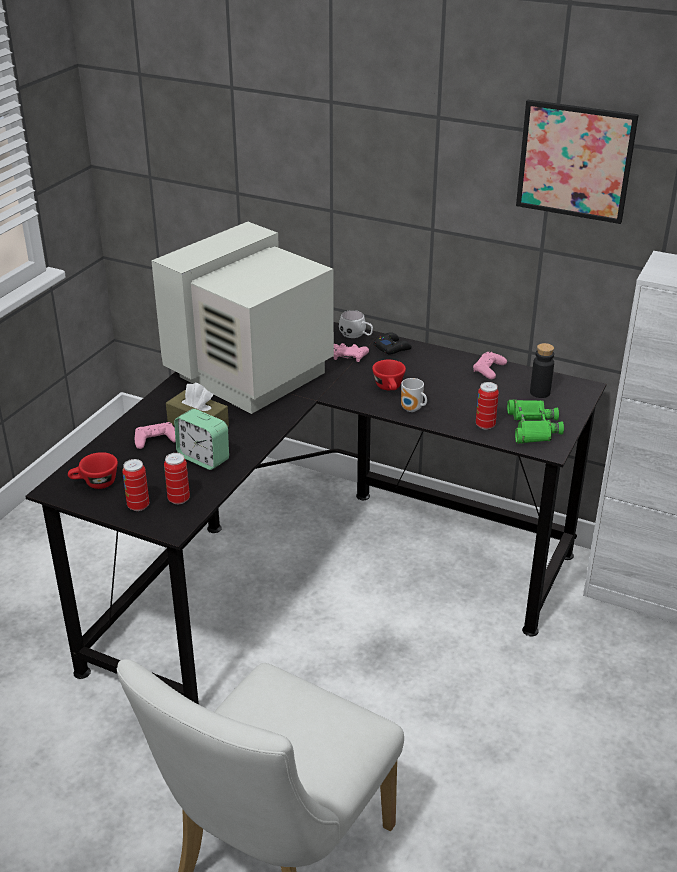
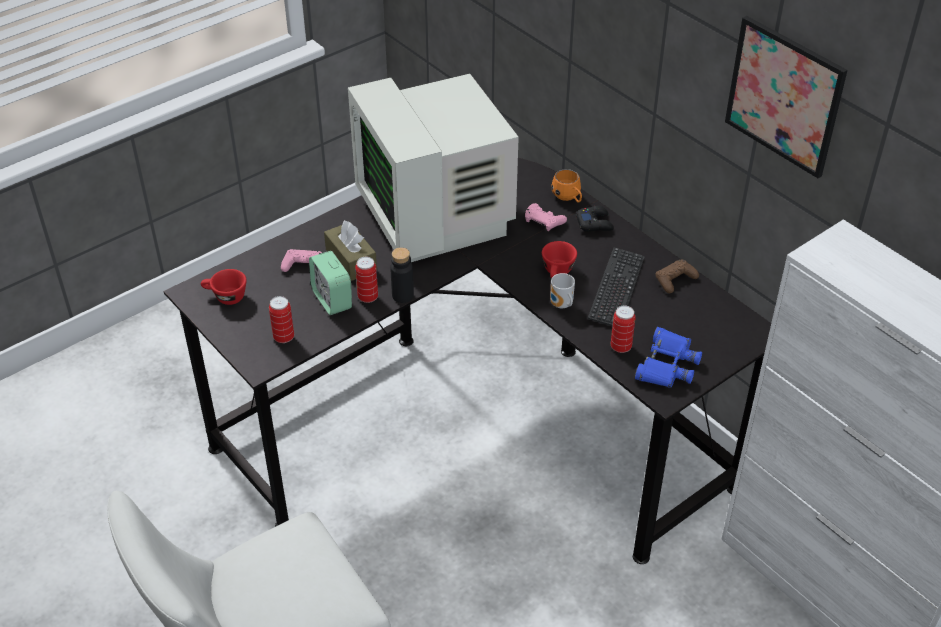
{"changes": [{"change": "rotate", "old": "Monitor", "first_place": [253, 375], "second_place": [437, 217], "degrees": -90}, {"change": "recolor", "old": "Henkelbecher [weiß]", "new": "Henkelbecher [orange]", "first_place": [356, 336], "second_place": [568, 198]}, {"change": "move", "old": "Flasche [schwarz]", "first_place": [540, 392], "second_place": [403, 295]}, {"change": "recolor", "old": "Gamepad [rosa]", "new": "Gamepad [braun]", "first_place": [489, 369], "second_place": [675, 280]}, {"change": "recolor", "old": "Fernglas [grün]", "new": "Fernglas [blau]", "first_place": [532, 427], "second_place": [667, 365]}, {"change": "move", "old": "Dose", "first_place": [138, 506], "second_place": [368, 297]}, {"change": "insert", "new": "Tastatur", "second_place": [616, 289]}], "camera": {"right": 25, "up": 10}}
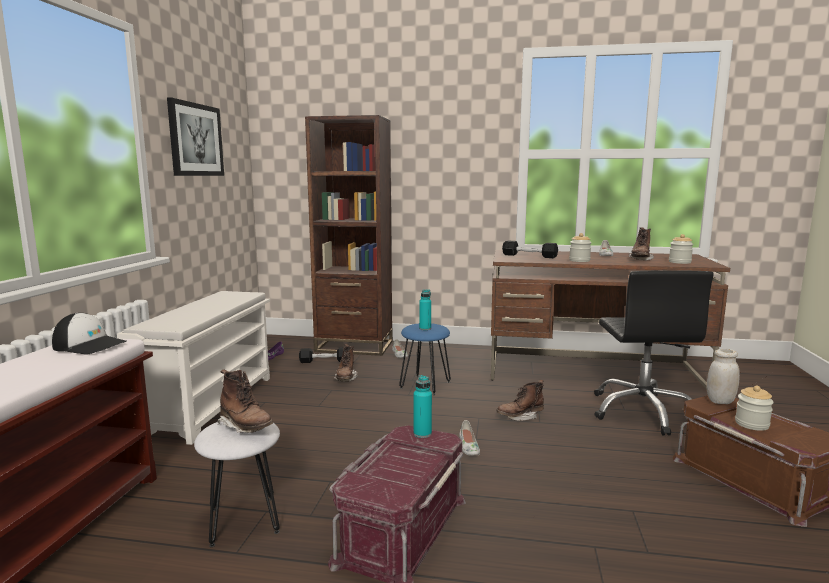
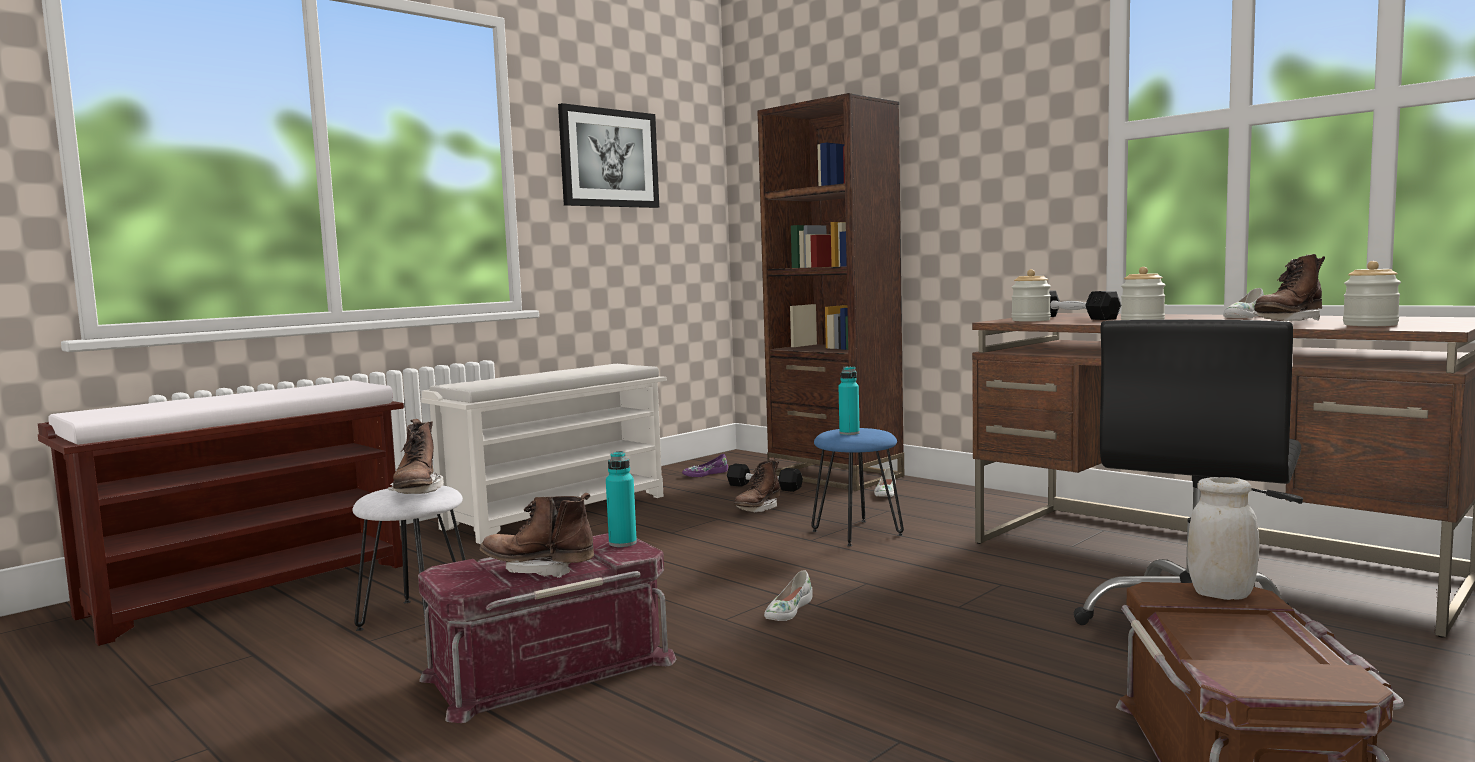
{"changes": [{"change": "delete", "old": "Kappe", "first_place": [90, 345]}, {"change": "move", "old": "Stiefel [braun]", "first_place": [520, 417], "second_place": [539, 570]}, {"change": "move", "old": "Vorratsglas", "first_place": [751, 424], "second_place": [1031, 320]}], "camera": {"right": 35, "up": -5}}
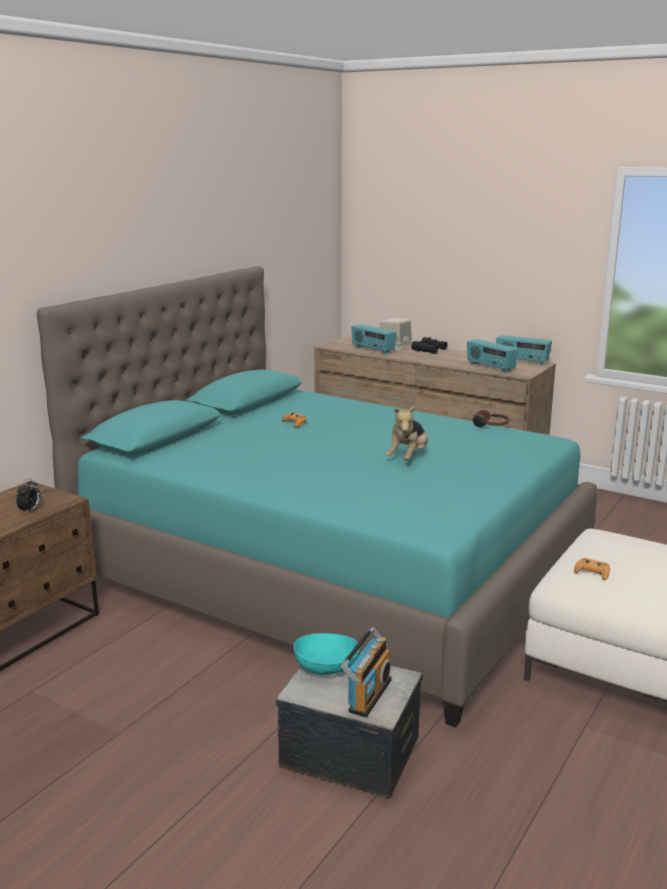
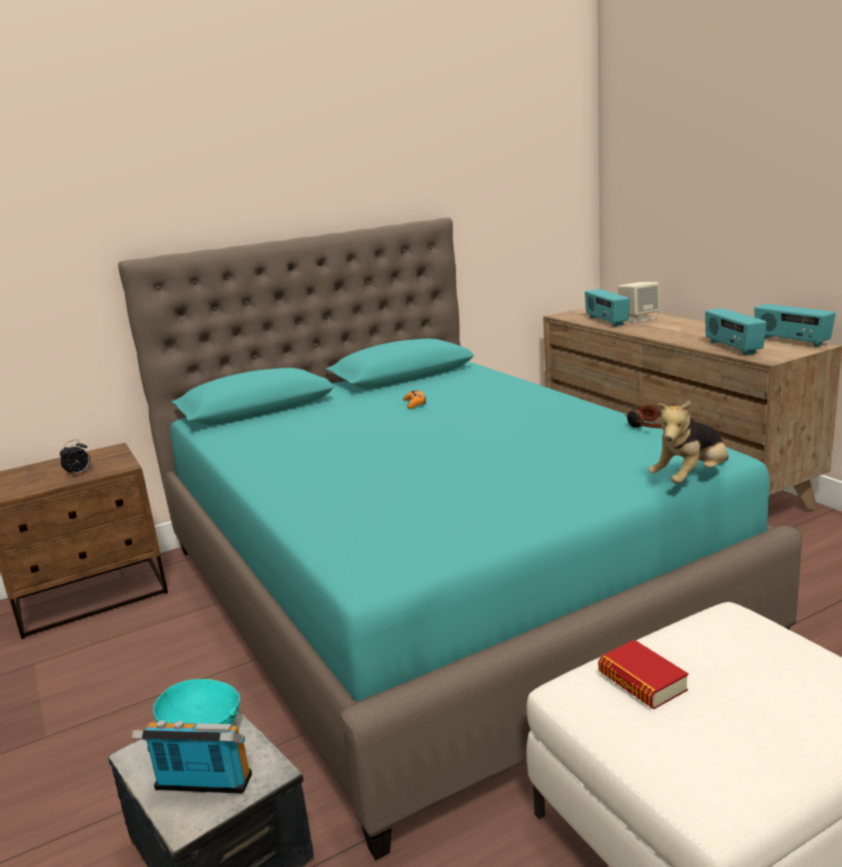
{"changes": [{"change": "delete", "old": "Fernglas [schwarz]", "first_place": [429, 350]}, {"change": "move", "old": "Plüschtier", "first_place": [408, 458], "second_place": [691, 478]}, {"change": "replace", "old": "Gamepad [orange]", "new": "Buch", "first_place": [592, 573], "second_place": [642, 681]}, {"change": "rotate", "old": "Radio", "first_place": [367, 695], "second_place": [201, 786], "degrees": -135}], "camera": {"right": 30, "up": 0}}
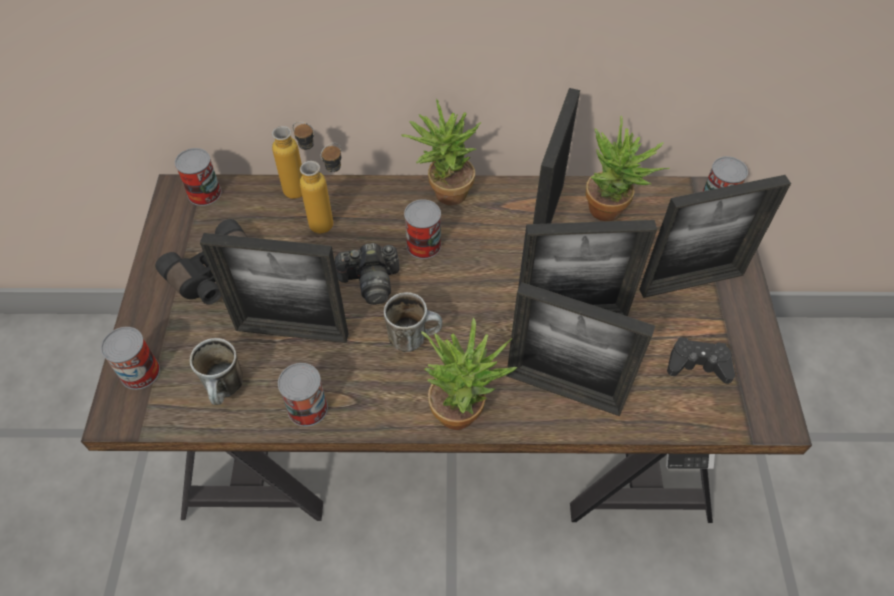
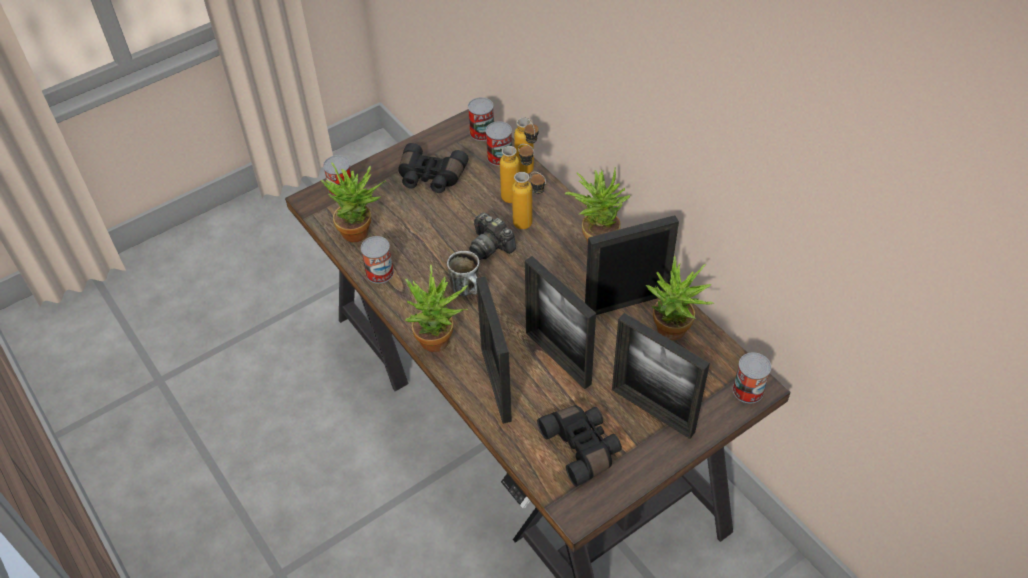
{"changes": [{"change": "move", "old": "Dose", "first_place": [423, 245], "second_place": [499, 157]}, {"change": "delete", "old": "Bilderrahmen", "first_place": [292, 332]}, {"change": "replace", "old": "Gamepad [schwarz]", "new": "Fernglas [schwarz]", "first_place": [698, 364], "second_place": [582, 447]}, {"change": "replace", "old": "Henkelbecher", "new": "Topfpflanze", "first_place": [227, 390], "second_place": [361, 232]}, {"change": "insert", "new": "Flasche", "second_place": [529, 226]}], "camera": {"right": 55, "up": -5}}
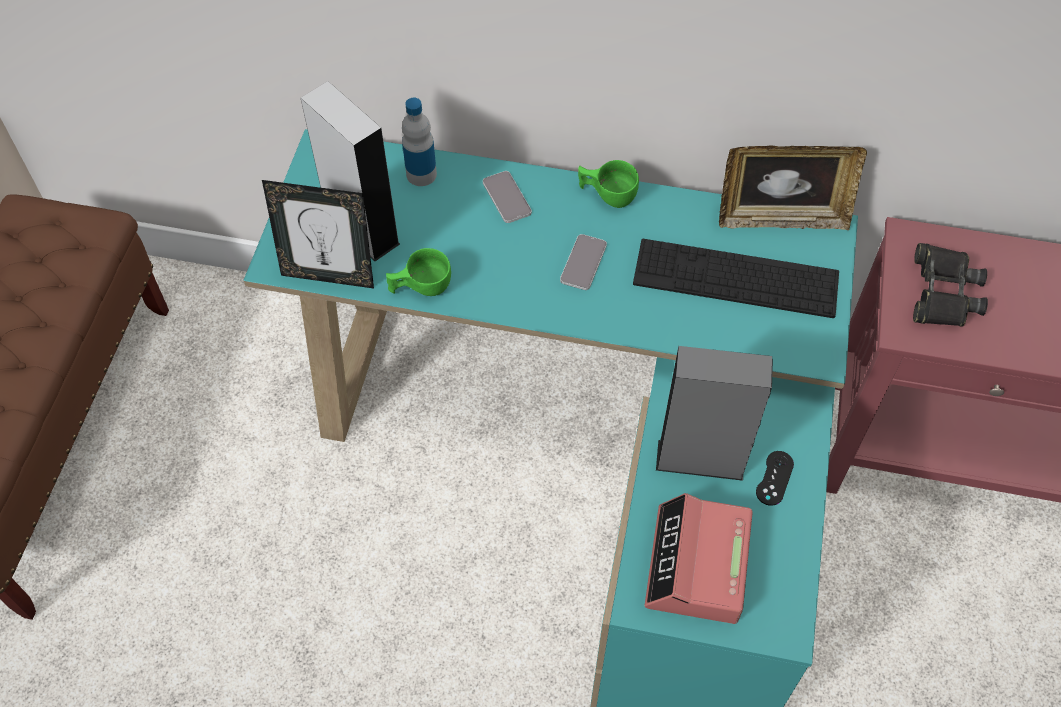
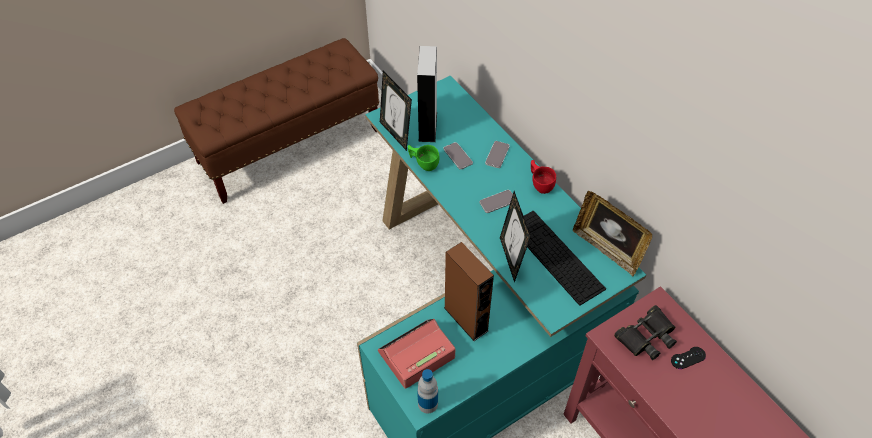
{"changes": [{"change": "move", "old": "Flasche", "first_place": [421, 174], "second_place": [428, 403]}, {"change": "recolor", "old": "Tasse [grün]", "new": "Tasse [rot]", "first_place": [607, 195], "second_place": [540, 183]}, {"change": "recolor", "old": "Lautsprecher [grau]", "new": "Lautsprecher [braun]", "first_place": [700, 460], "second_place": [466, 319]}, {"change": "move", "old": "Gamepad [schwarz]", "first_place": [774, 478], "second_place": [688, 358]}, {"change": "insert", "new": "Handy", "second_place": [458, 156]}, {"change": "insert", "new": "Bilderrahmen", "second_place": [511, 258]}], "camera": {"right": 45, "up": -5}}
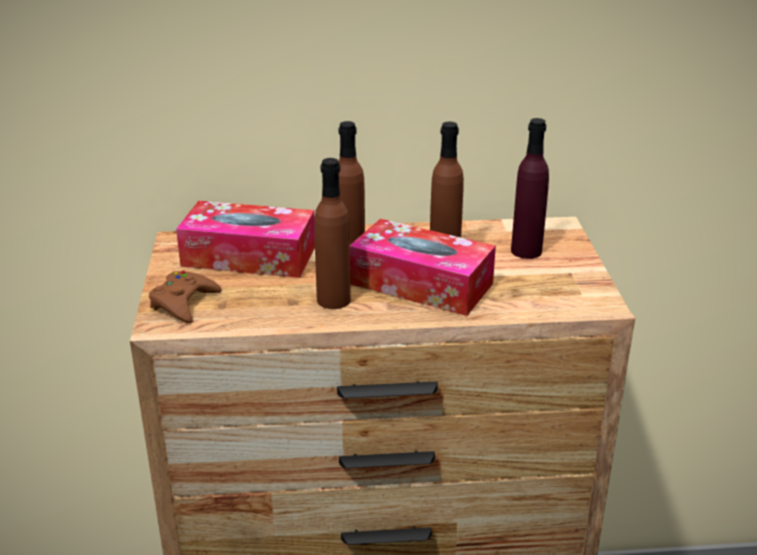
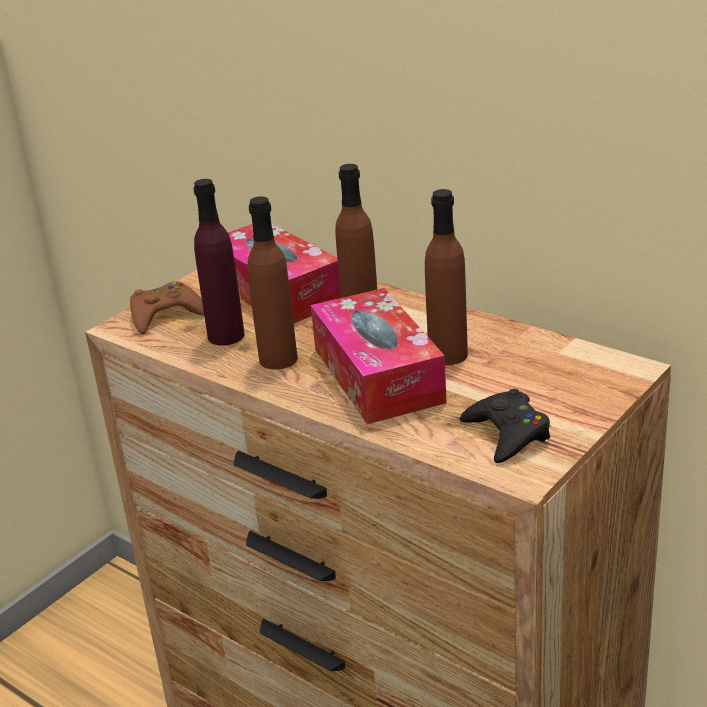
{"changes": [{"change": "move", "old": "Flasche [lila]", "first_place": [526, 251], "second_place": [226, 336]}, {"change": "insert", "new": "Gamepad [schwarz]", "second_place": [507, 434]}], "camera": {"right": 45, "up": 0}}
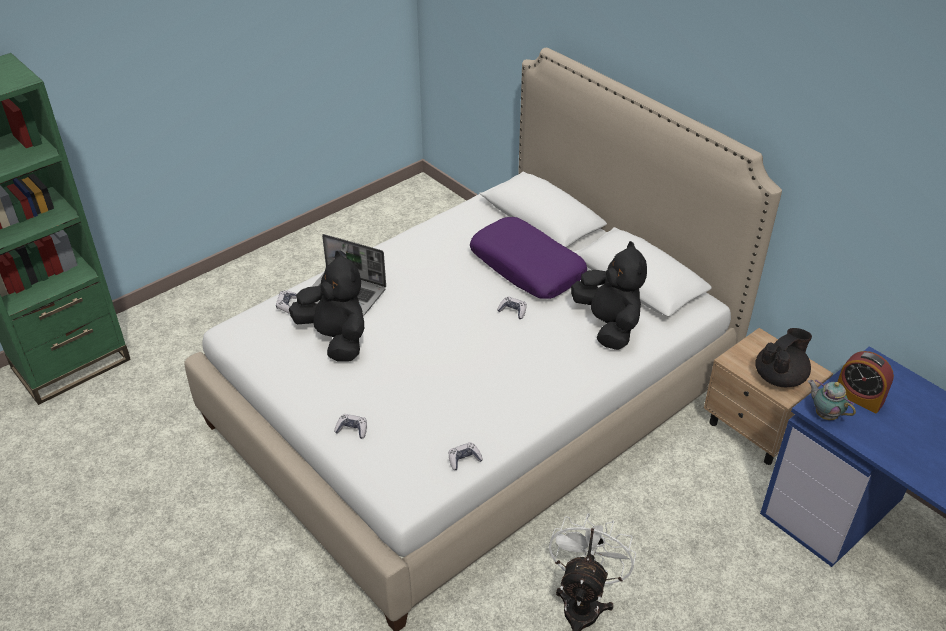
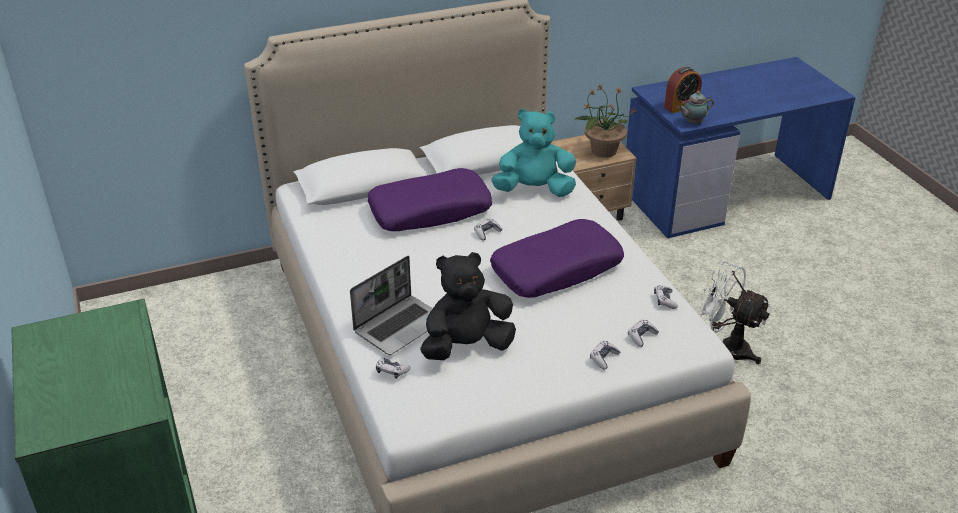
{"changes": [{"change": "recolor", "old": "Plüschtier [schwarz]", "new": "Plüschtier [türkis]", "first_place": [608, 325], "second_place": [534, 190]}, {"change": "replace", "old": "Teekanne [schwarz]", "new": "Topfpflanze", "first_place": [780, 377], "second_place": [603, 151]}, {"change": "insert", "new": "Kissen [lila]", "second_place": [556, 269]}, {"change": "insert", "new": "Gamepad", "second_place": [641, 336]}], "camera": {"right": -70, "up": -5}}
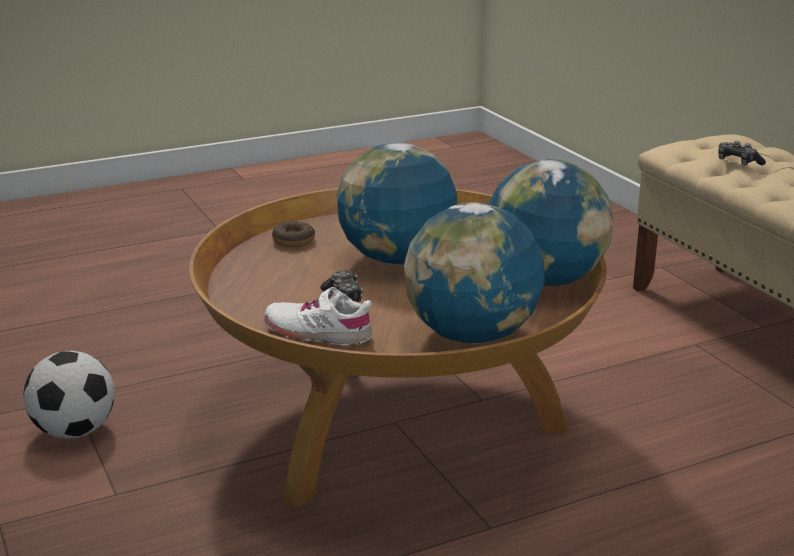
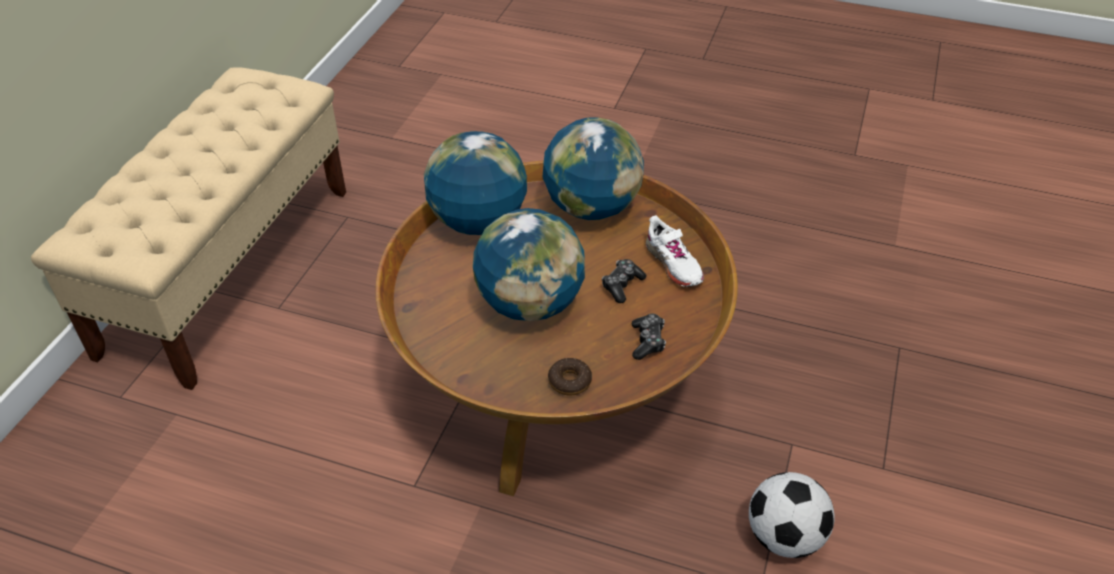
{"changes": [{"change": "move", "old": "Gamepad", "first_place": [738, 162], "second_place": [647, 341]}], "camera": {"right": -135, "up": 20}}
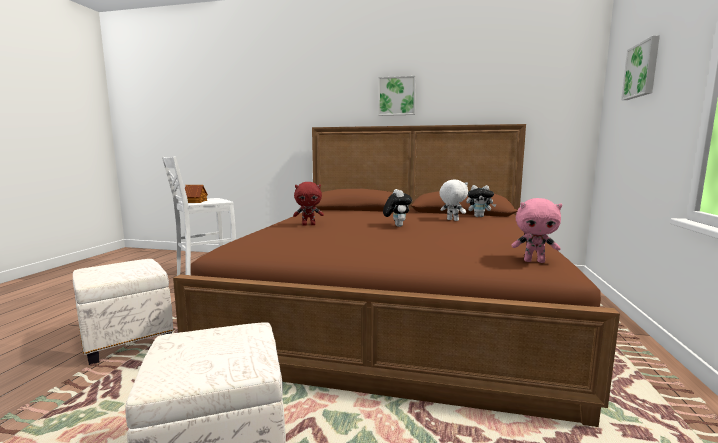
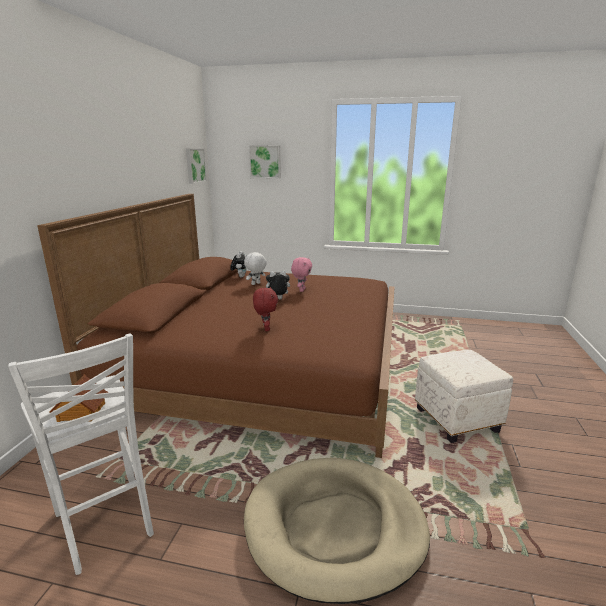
{"changes": [{"change": "move", "old": "Bild", "first_place": [397, 96], "second_place": [194, 165]}, {"change": "move", "old": "Plüschtier [rosa]", "first_place": [534, 261], "second_place": [301, 290]}, {"change": "replace", "old": "Polsterhocker [weiß]", "new": "Hundebett [beige]", "first_place": [126, 340], "second_place": [335, 528]}], "camera": {"right": -90, "up": 10}}
